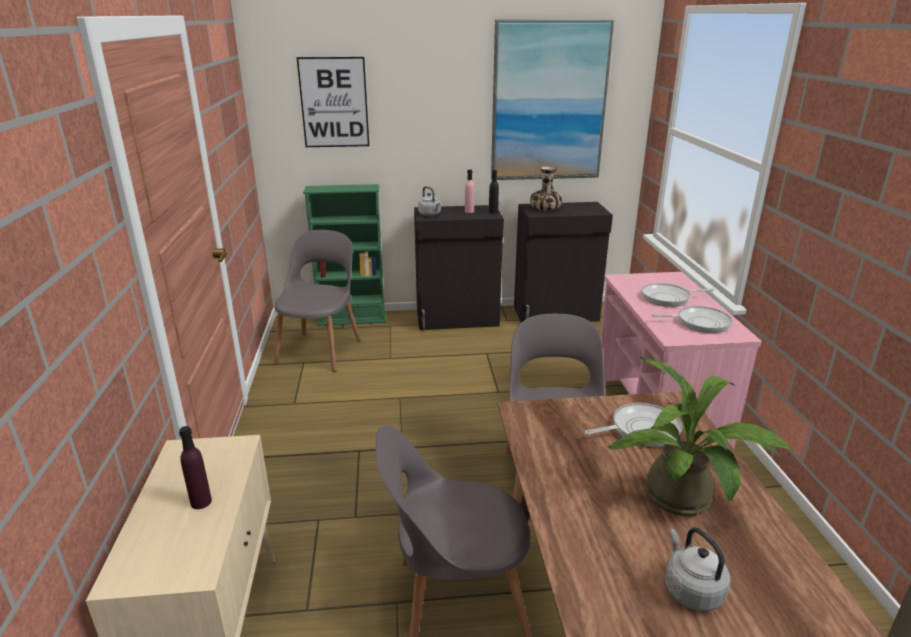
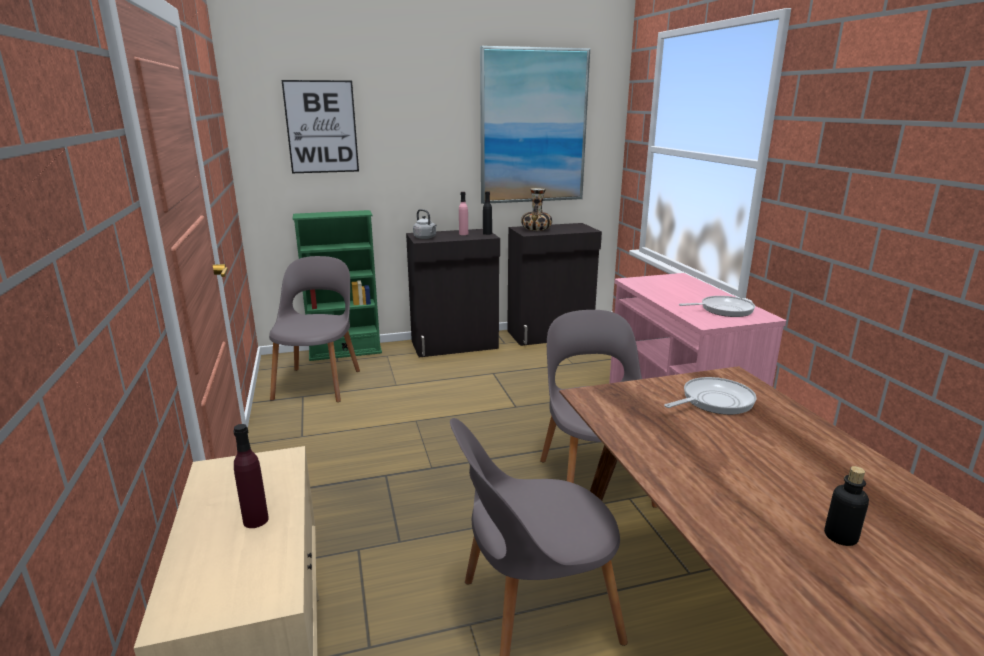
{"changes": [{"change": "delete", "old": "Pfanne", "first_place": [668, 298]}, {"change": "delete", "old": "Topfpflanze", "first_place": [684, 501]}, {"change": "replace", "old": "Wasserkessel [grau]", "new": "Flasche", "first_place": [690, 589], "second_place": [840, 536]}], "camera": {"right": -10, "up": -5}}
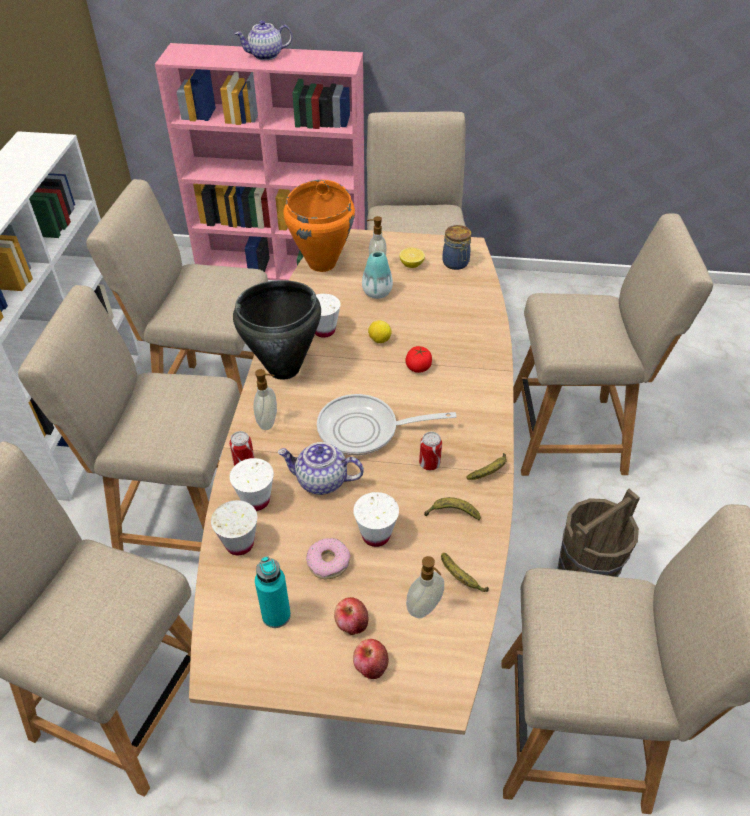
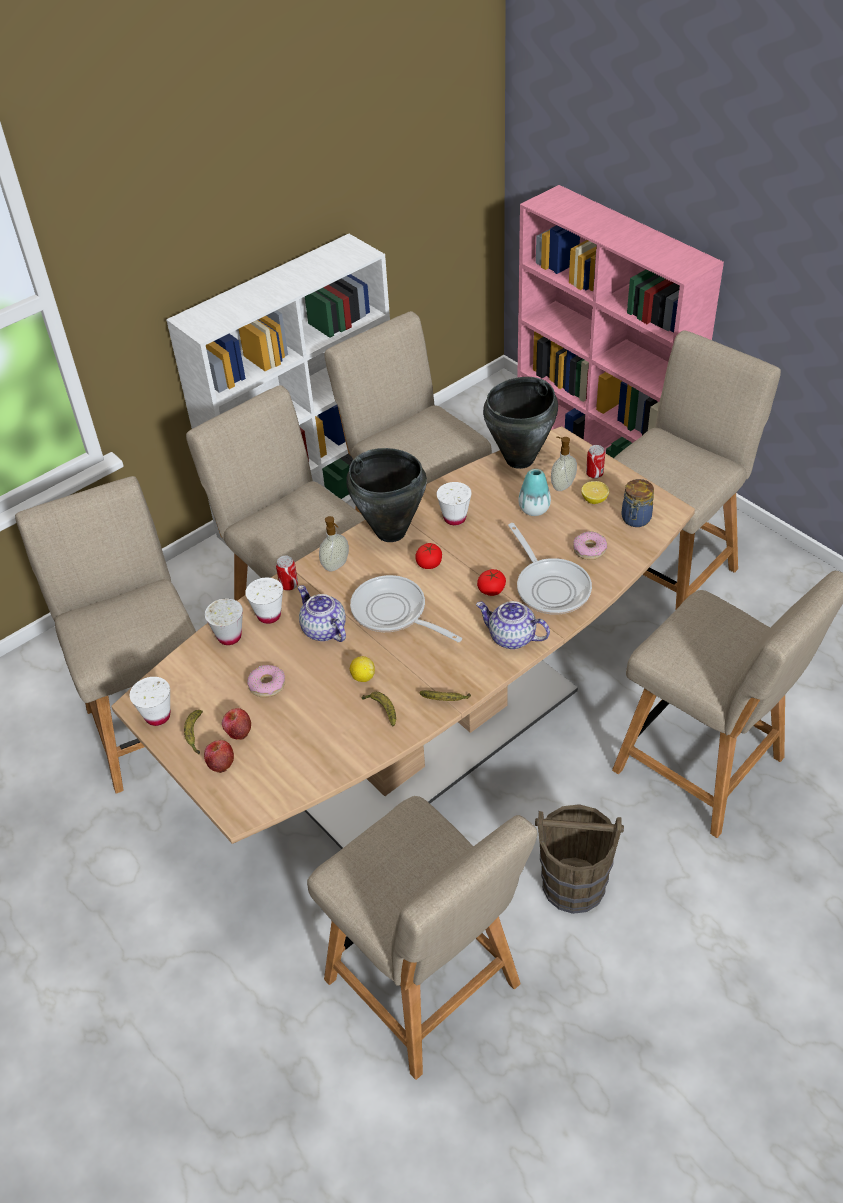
{"changes": [{"change": "move", "old": "Teekanne", "first_place": [265, 55], "second_place": [511, 637]}, {"change": "recolor", "old": "Kochtopf [orange]", "new": "Kochtopf [schwarz]", "first_place": [322, 263], "second_place": [520, 459]}, {"change": "move", "old": "Zitrone", "first_place": [379, 340], "second_place": [363, 677]}, {"change": "move", "old": "Dose", "first_place": [429, 464], "second_place": [594, 474]}, {"change": "move", "old": "Tasse [weiß]", "first_place": [376, 535], "second_place": [157, 716]}, {"change": "move", "old": "Banane", "first_place": [460, 578], "second_place": [195, 734]}, {"change": "delete", "old": "Flasche [türkis]", "first_place": [276, 615]}, {"change": "delete", "old": "Seifenspender", "first_place": [425, 608]}, {"change": "insert", "new": "Pfanne", "second_place": [550, 586]}, {"change": "insert", "new": "Donut", "second_place": [589, 549]}, {"change": "insert", "new": "Tomate", "second_place": [429, 563]}], "camera": {"right": 45, "up": 0}}
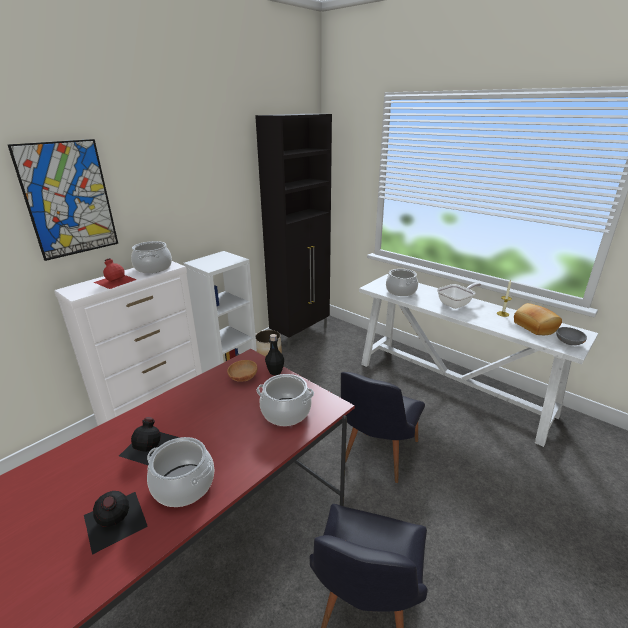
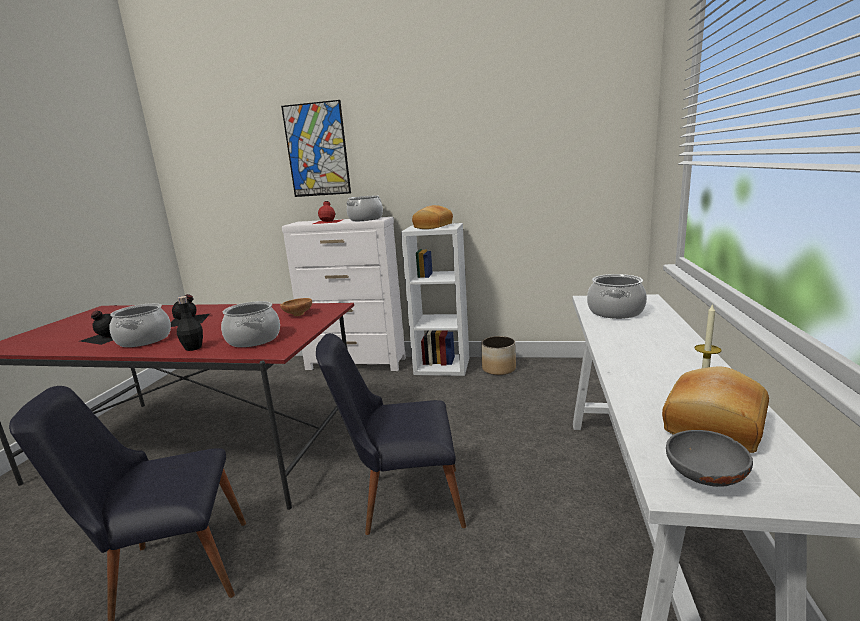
{"changes": [{"change": "delete", "old": "Schrank [schwarz]", "first_place": [301, 333]}, {"change": "delete", "old": "Pfanne", "first_place": [456, 304]}, {"change": "move", "old": "Flasche [schwarz]", "first_place": [275, 372], "second_place": [193, 348]}, {"change": "insert", "new": "Brot", "second_place": [432, 226]}], "camera": {"right": 60, "up": -10}}
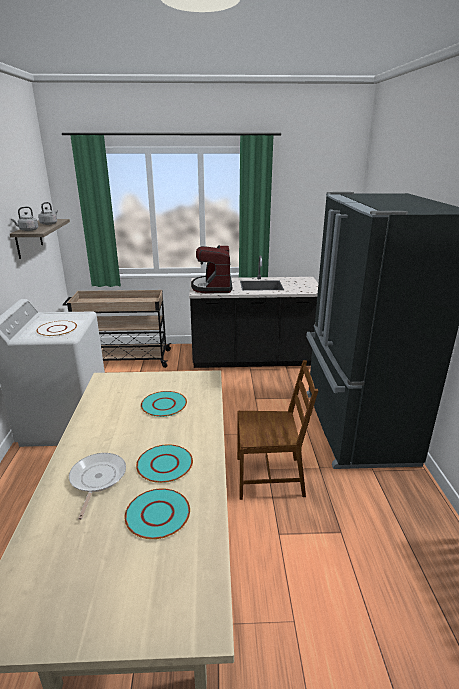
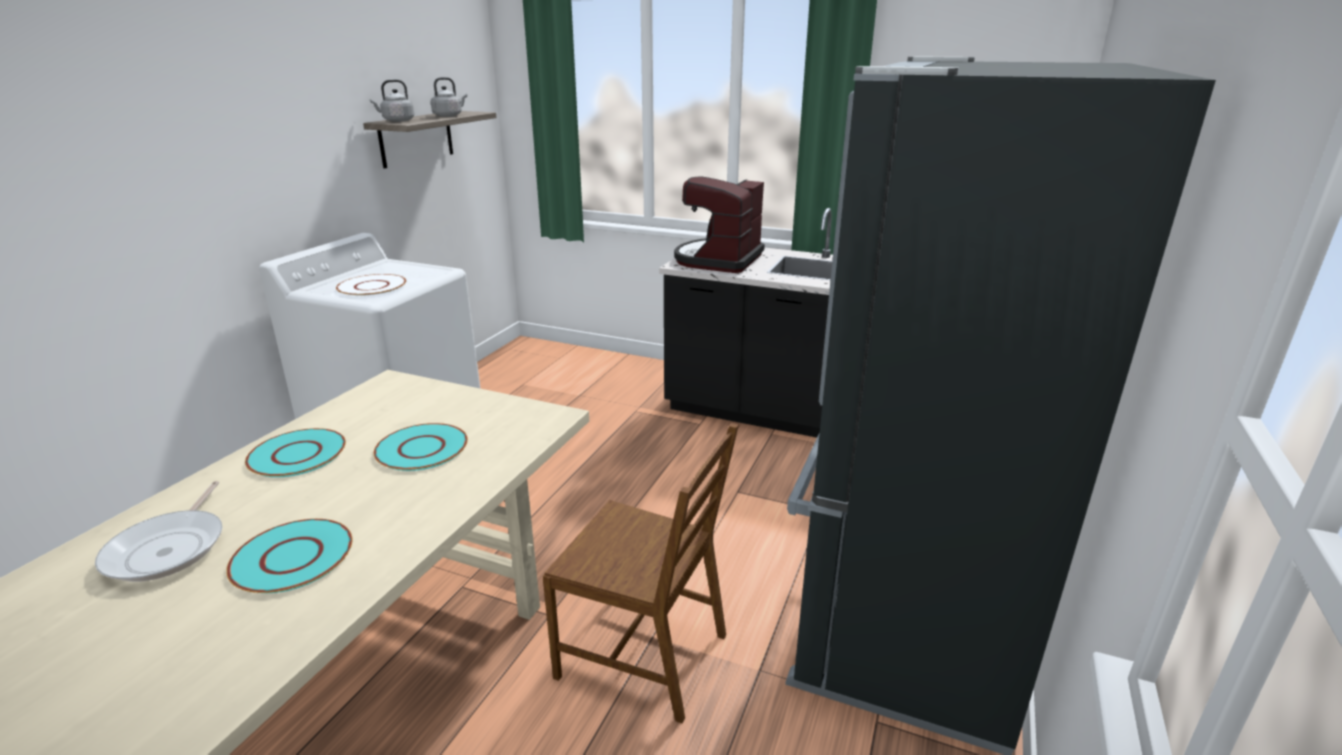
{"changes": [{"change": "delete", "old": "Rollwagen [beige]", "first_place": [122, 359]}, {"change": "rotate", "old": "Pfanne", "first_place": [97, 479], "second_place": [170, 548], "degrees": 150}, {"change": "move", "old": "Teller [türkis]", "first_place": [157, 514], "second_place": [297, 454]}], "camera": {"right": 25, "up": 0}}
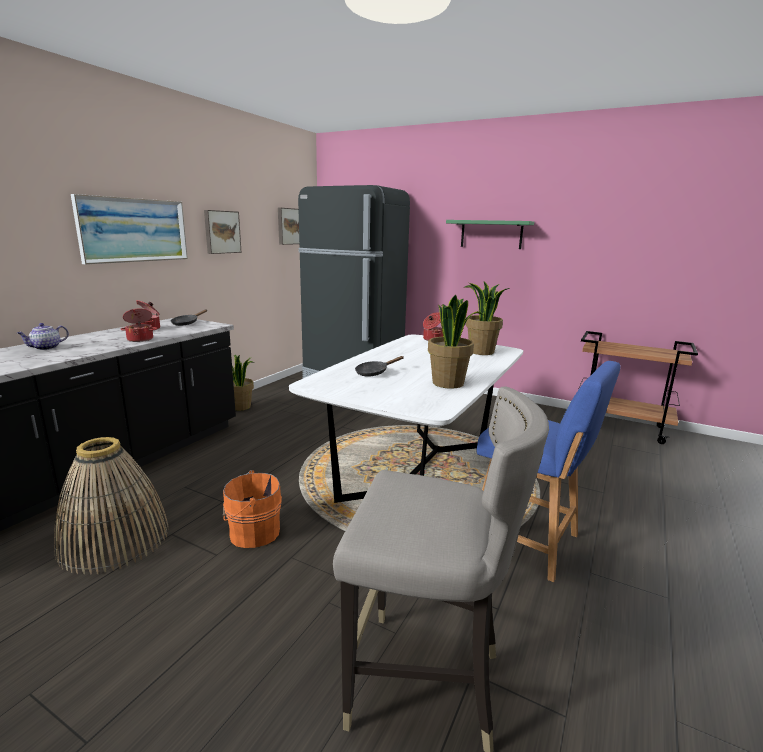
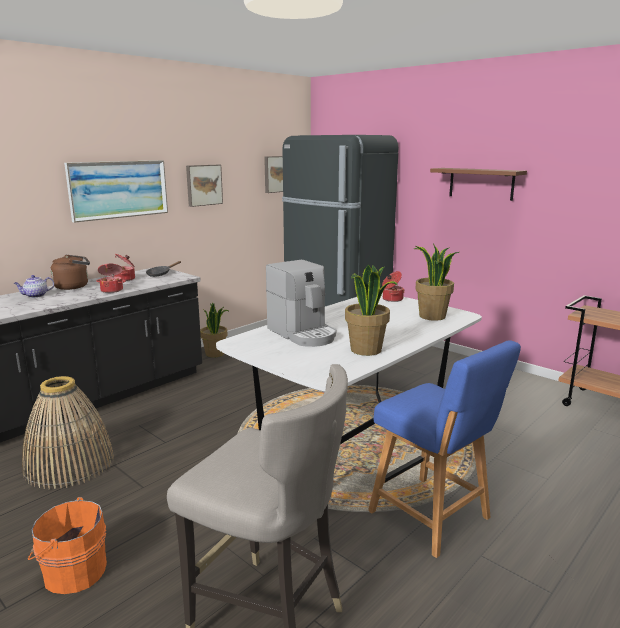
{"changes": [{"change": "recolor", "old": "Wandregal [grün]", "new": "Wandregal [braun]", "first_place": [491, 234], "second_place": [481, 183]}, {"change": "replace", "old": "Pfanne [schwarz]", "new": "Kaffeemaschine", "first_place": [374, 372], "second_place": [303, 334]}, {"change": "move", "old": "Eimer [orange]", "first_place": [252, 532], "second_place": [73, 571]}, {"change": "insert", "new": "Wasserkessel [braun]", "second_place": [74, 286]}], "camera": {"right": 15, "up": 0}}
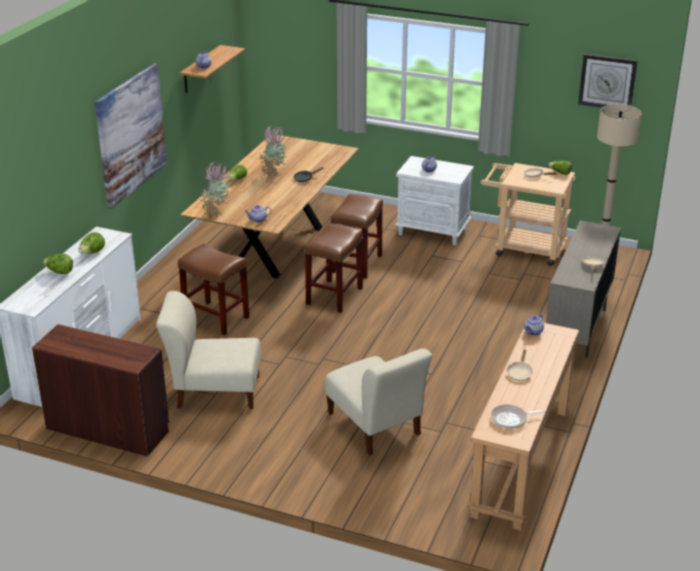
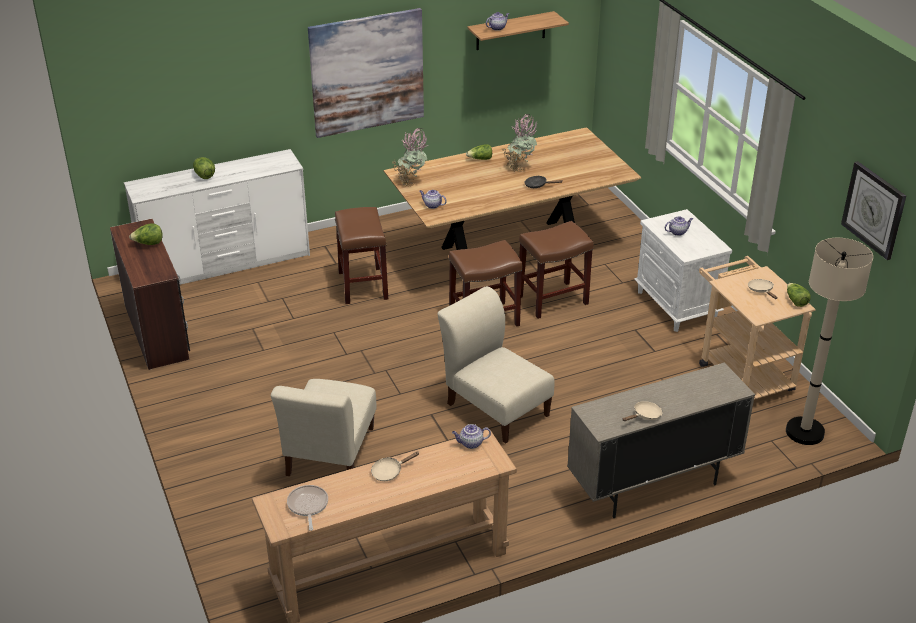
{"changes": [{"change": "move", "old": "Salatkopf", "first_place": [92, 253], "second_place": [148, 244]}, {"change": "move", "old": "Stuhl [beige]", "first_place": [214, 391], "second_place": [495, 407]}, {"change": "rotate", "old": "Pfanne", "first_place": [511, 419], "second_place": [308, 506], "degrees": 45}], "camera": {"right": 45, "up": 5}}
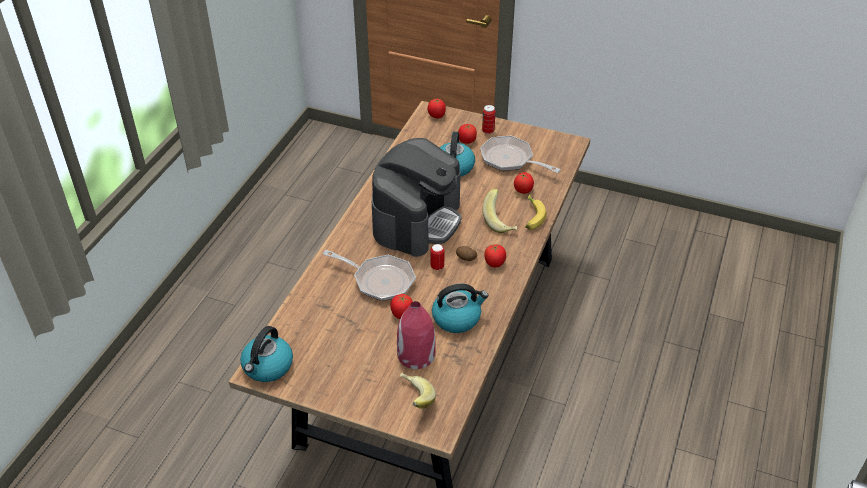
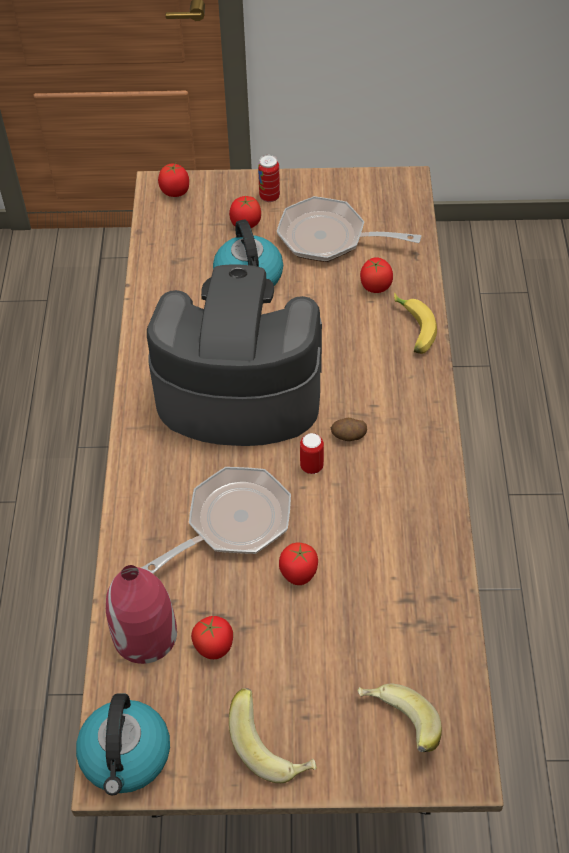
{"changes": [{"change": "rotate", "old": "Kaffeemaschine", "first_place": [417, 220], "second_place": [238, 392], "degrees": -90}, {"change": "move", "old": "Banane", "first_place": [501, 221], "second_place": [273, 746]}, {"change": "move", "old": "Tomate", "first_place": [495, 263], "second_place": [214, 646]}, {"change": "rotate", "old": "Pfanne", "first_place": [379, 280], "second_place": [232, 523], "degrees": -45}, {"change": "delete", "old": "Wasserkessel", "first_place": [457, 318]}, {"change": "move", "old": "Vase [rot]", "first_place": [416, 355], "second_place": [144, 635]}], "camera": {"right": -20, "up": 10}}
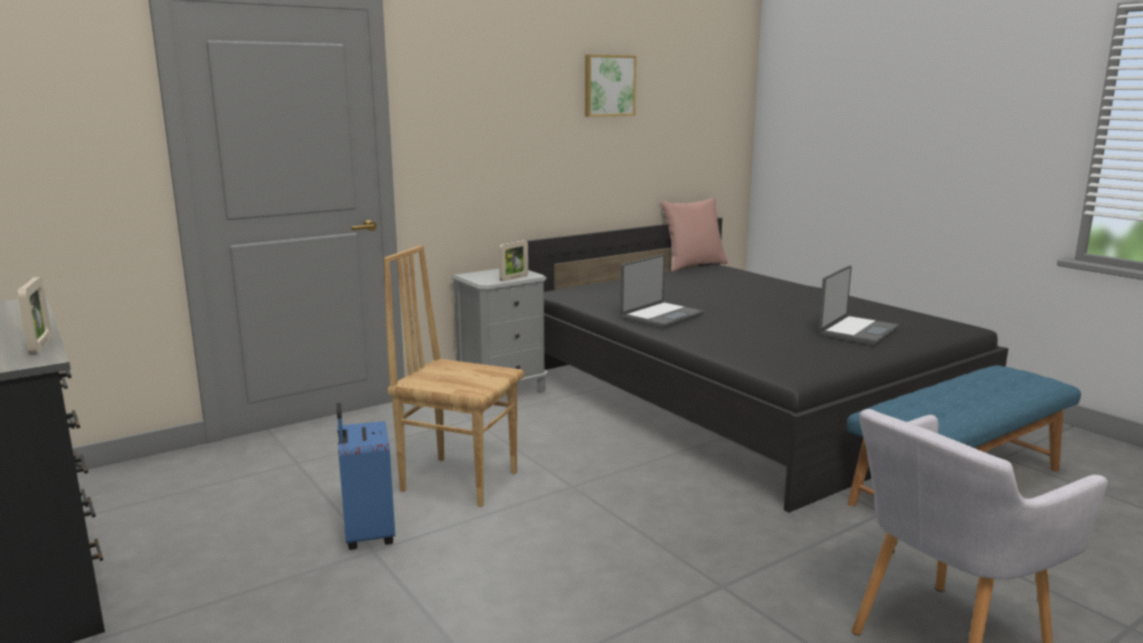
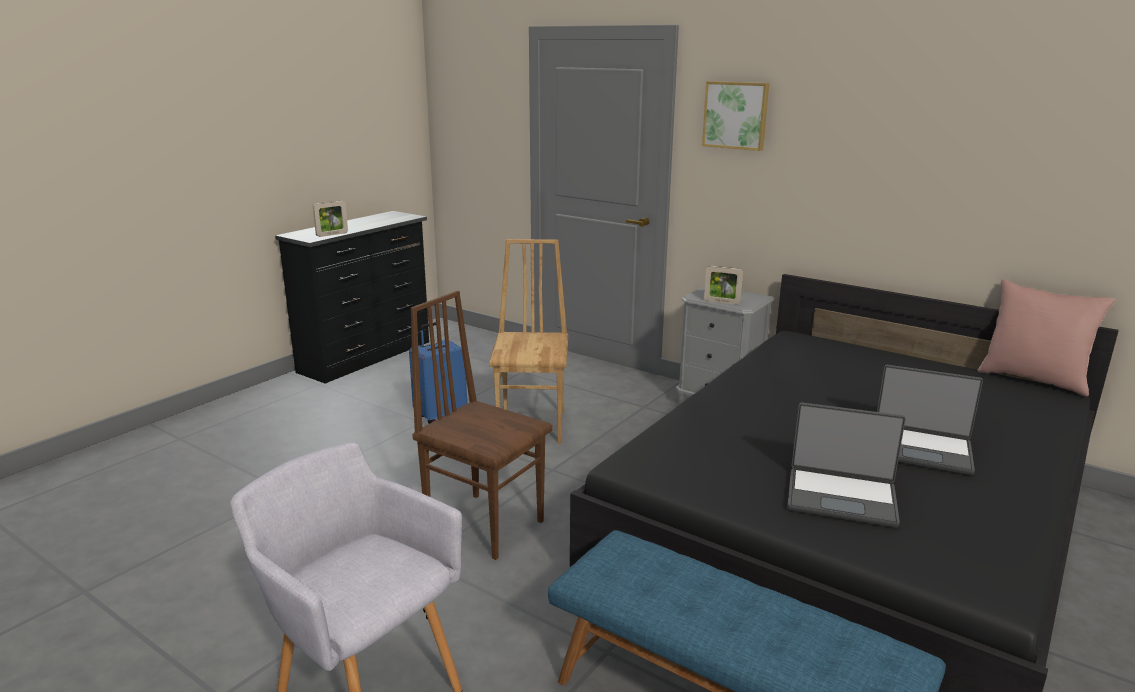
{"changes": [{"change": "move", "old": "Bild", "first_place": [608, 85], "second_place": [736, 115]}, {"change": "move", "old": "Laptop", "first_place": [660, 316], "second_place": [921, 450]}, {"change": "insert", "new": "Stuhl [braun]", "second_place": [485, 524]}], "camera": {"right": 70, "up": 5}}
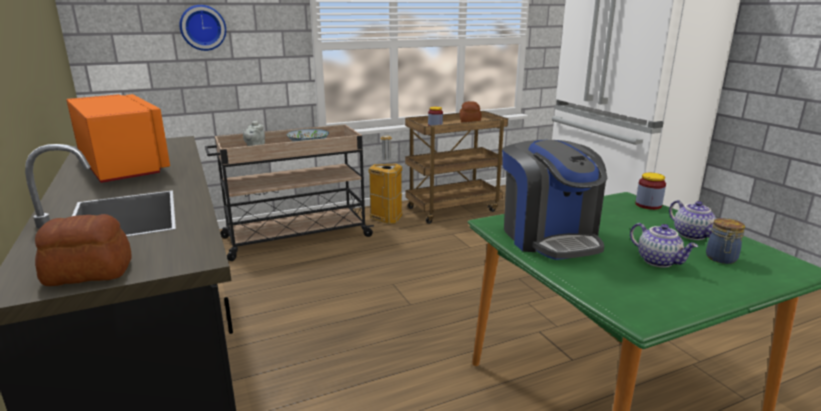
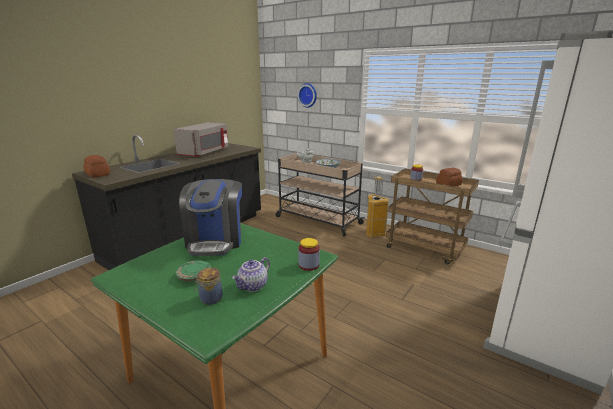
{"changes": [{"change": "recolor", "old": "Mikrowelle [orange]", "new": "Mikrowelle [grau]", "first_place": [125, 166], "second_place": [205, 152]}, {"change": "rotate", "old": "Kaffeemaschine", "first_place": [549, 237], "second_place": [215, 241], "degrees": -45}, {"change": "replace", "old": "Teekanne", "new": "Teller [grün]", "first_place": [659, 261], "second_place": [194, 276]}], "camera": {"right": 60, "up": 0}}
